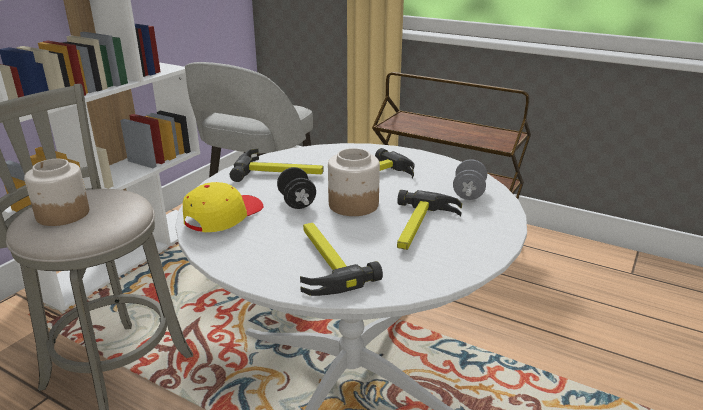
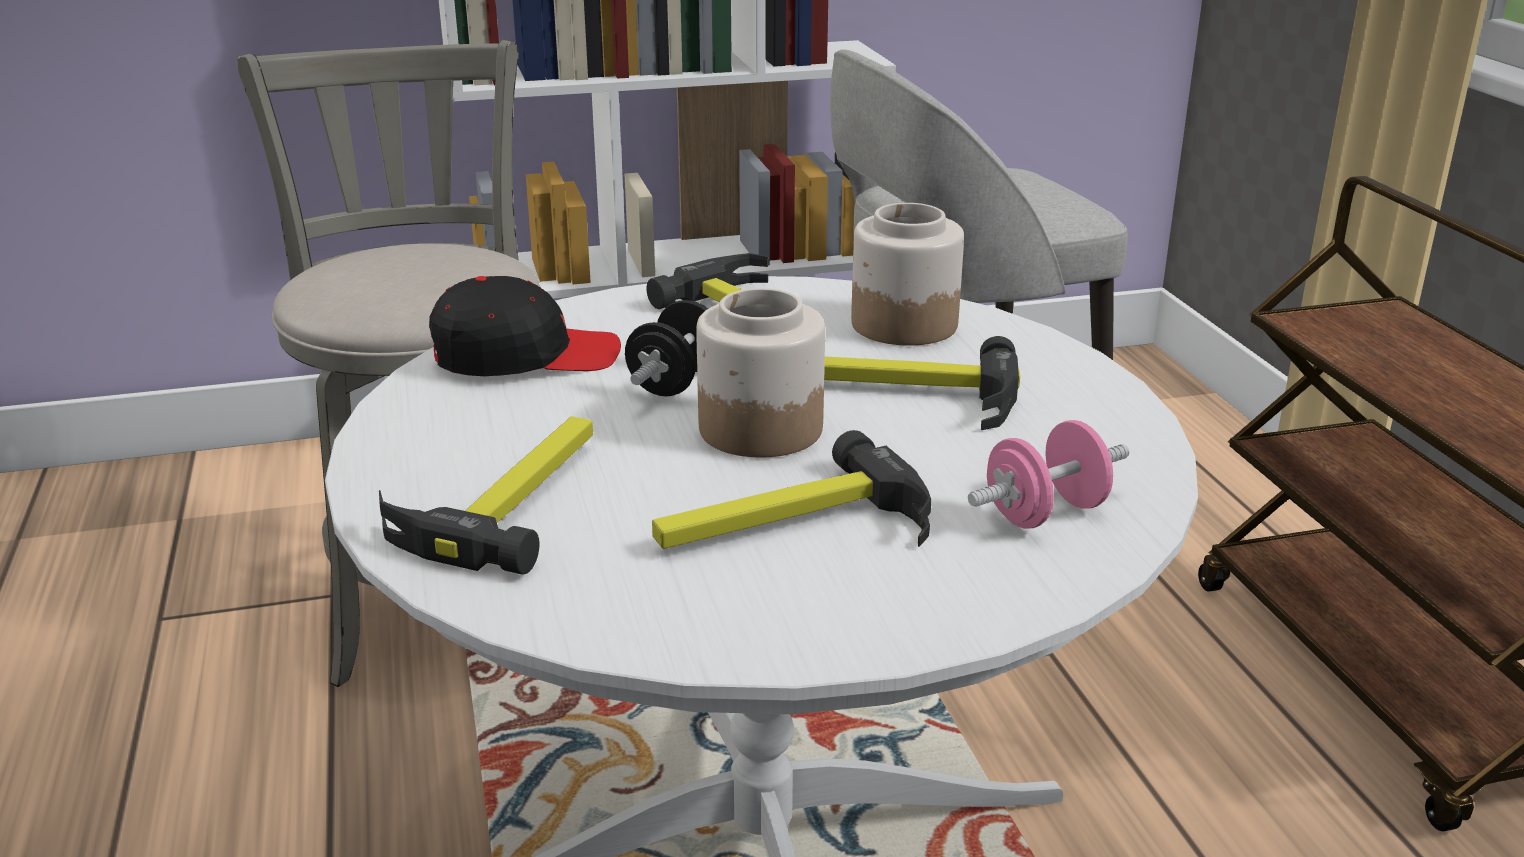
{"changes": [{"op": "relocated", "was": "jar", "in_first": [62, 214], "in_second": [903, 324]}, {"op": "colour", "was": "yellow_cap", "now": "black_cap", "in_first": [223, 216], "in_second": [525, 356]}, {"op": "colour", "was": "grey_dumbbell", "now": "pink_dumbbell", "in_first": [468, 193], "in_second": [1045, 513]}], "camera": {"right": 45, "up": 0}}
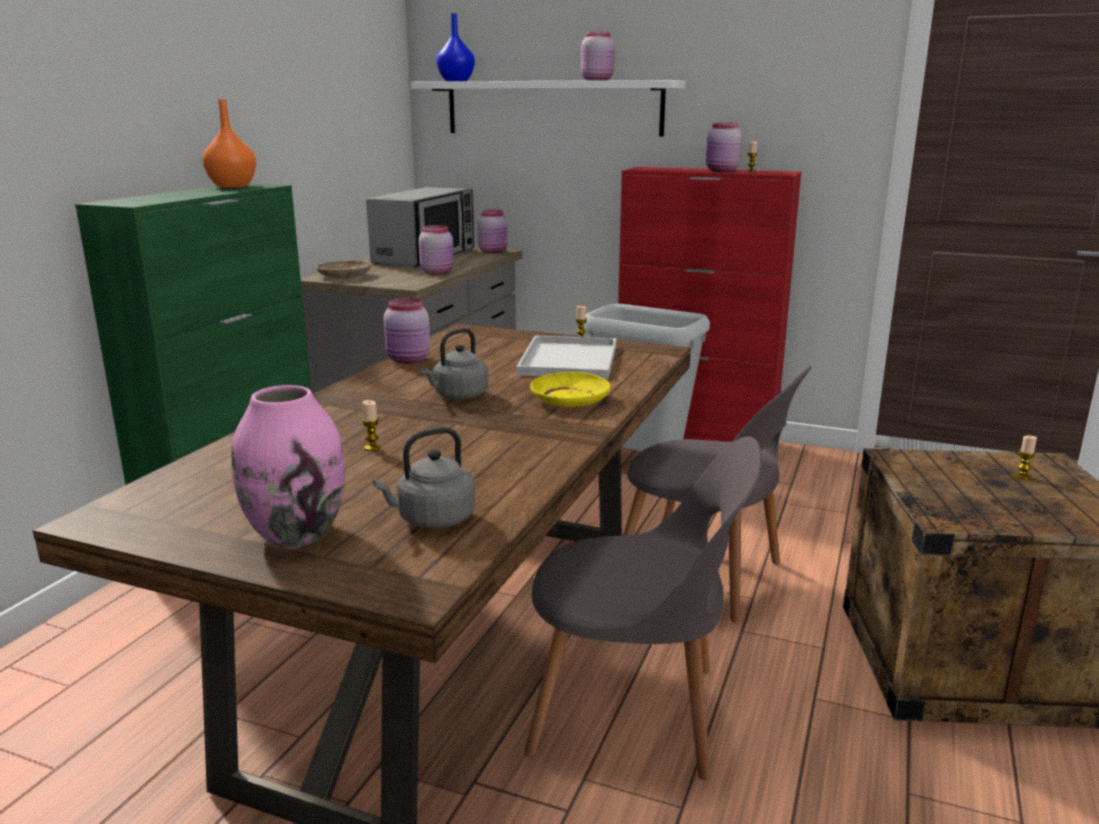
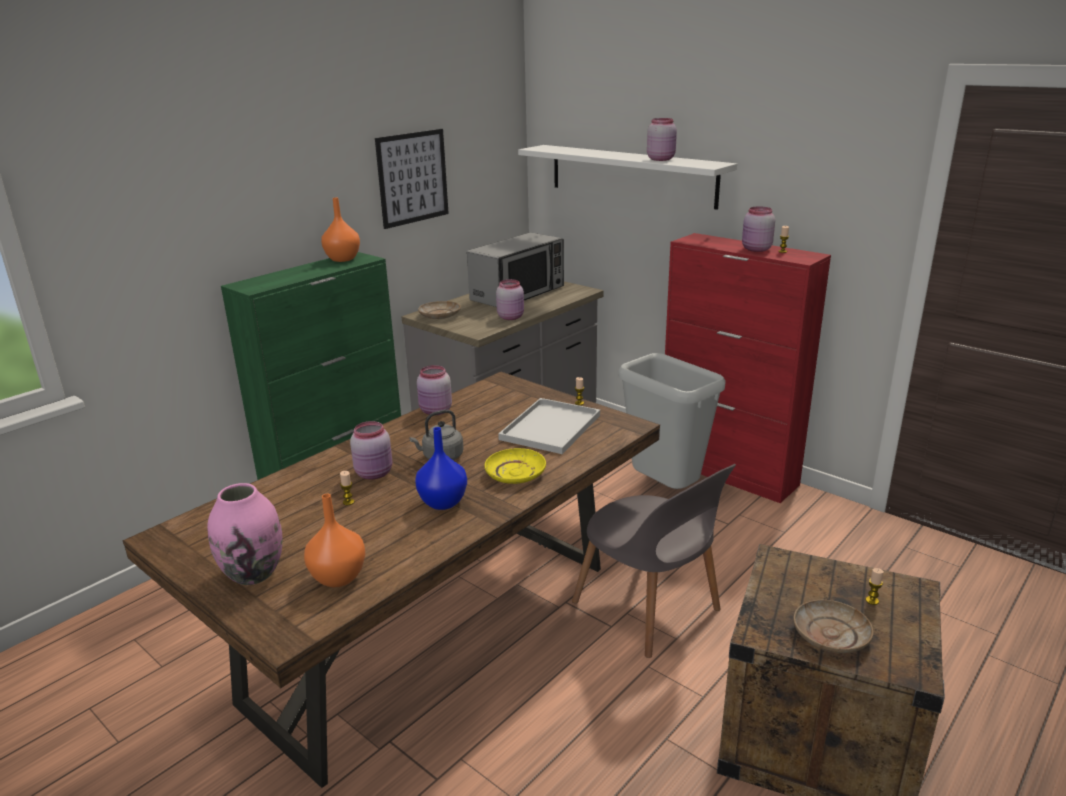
{"changes": [{"op": "exchanged", "was": "grey_kettle", "now": "orange_vase", "in_first": [432, 520], "in_second": [337, 578]}, {"op": "relocated", "was": "blue_vase", "in_first": [457, 81], "in_second": [444, 502]}, {"op": "relocated", "was": "pink_jar", "in_first": [493, 251], "in_second": [375, 473]}, {"op": "missing", "was": "grey_chair", "in_first": [634, 712]}, {"op": "appeared", "now": "picture", "in_second": [412, 178]}, {"op": "appeared", "now": "beige_plate", "in_second": [830, 635]}], "camera": {"right": 20, "up": 5}}
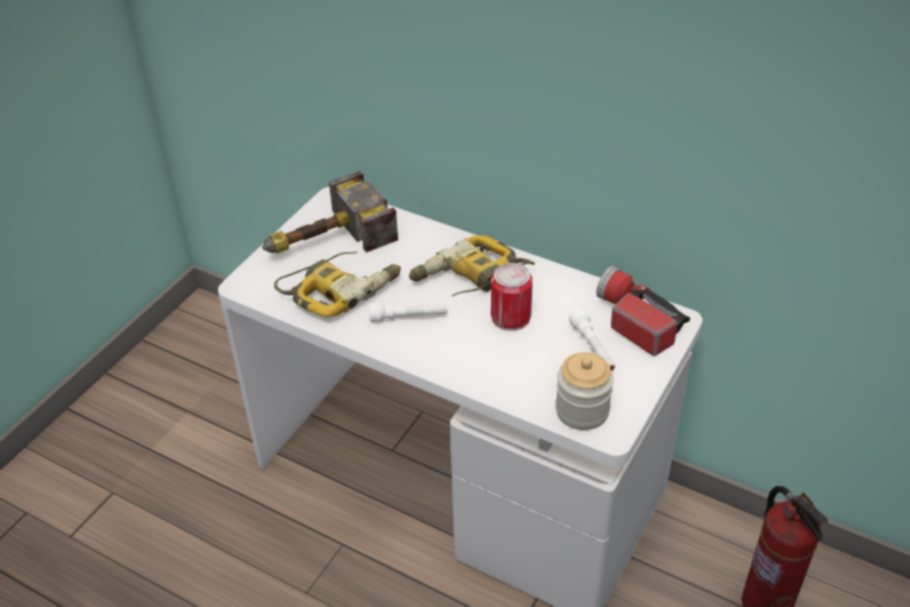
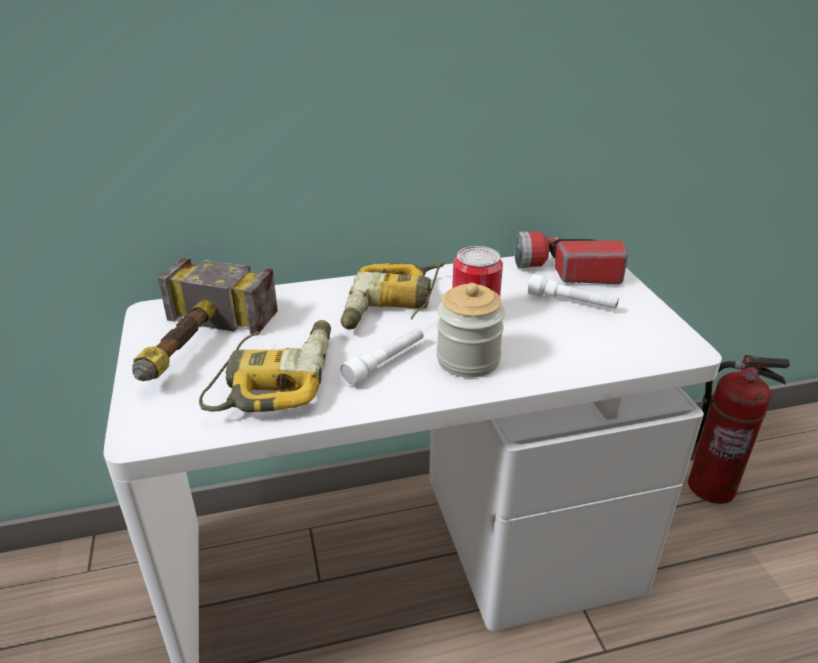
{"changes": [{"op": "relocated", "was": "jar", "in_first": [582, 410], "in_second": [468, 360]}], "camera": {"right": -45, "up": -10}}
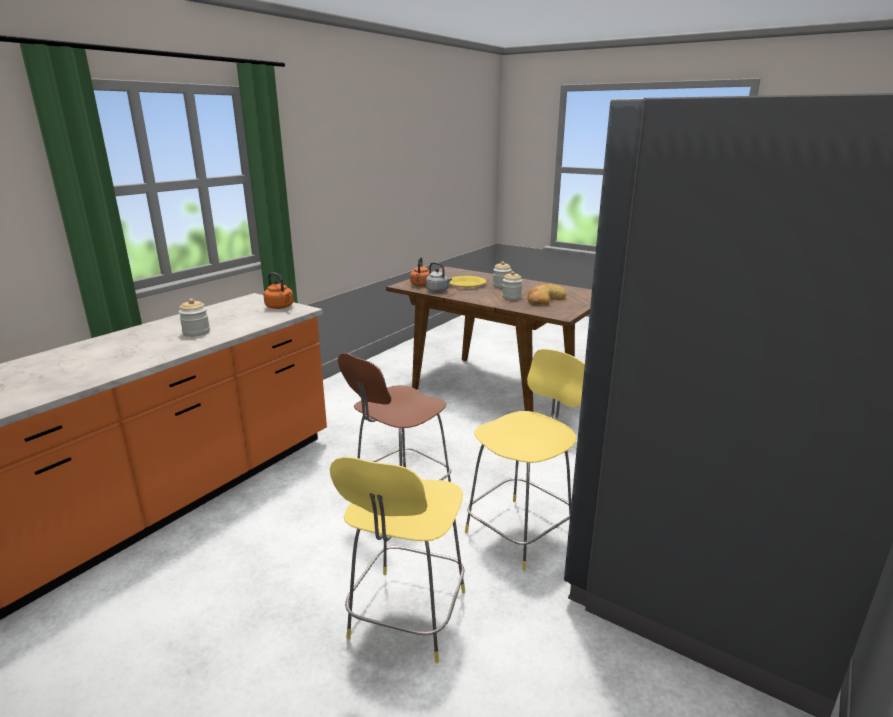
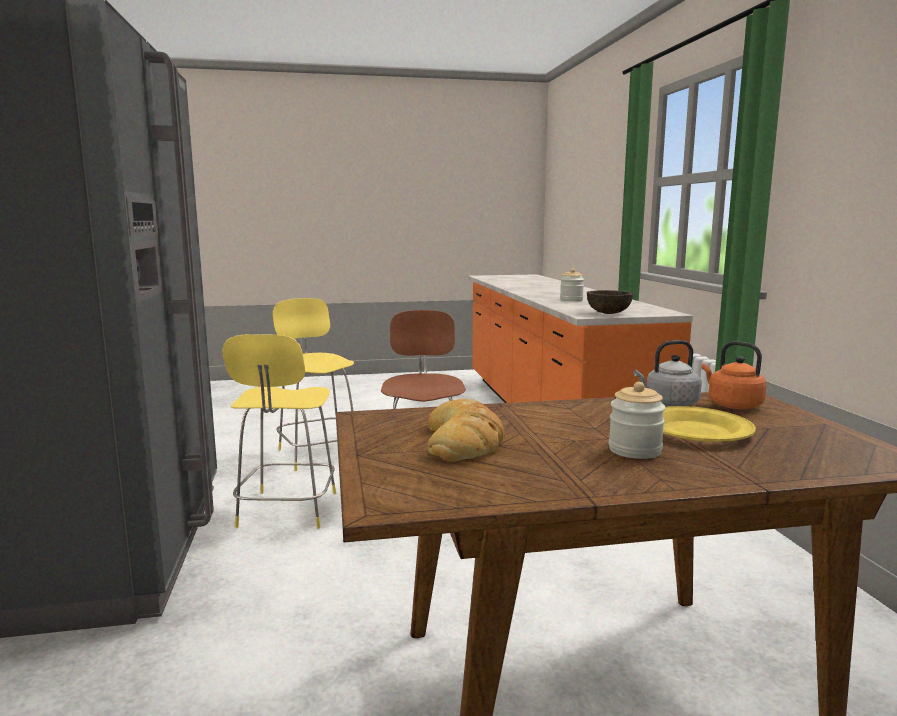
{"changes": [{"op": "exchanged", "was": "orange_kettle", "now": "brown_bowl", "in_first": [280, 307], "in_second": [608, 313]}, {"op": "missing", "was": "jar", "in_first": [511, 297]}], "camera": {"right": 135, "up": -10}}
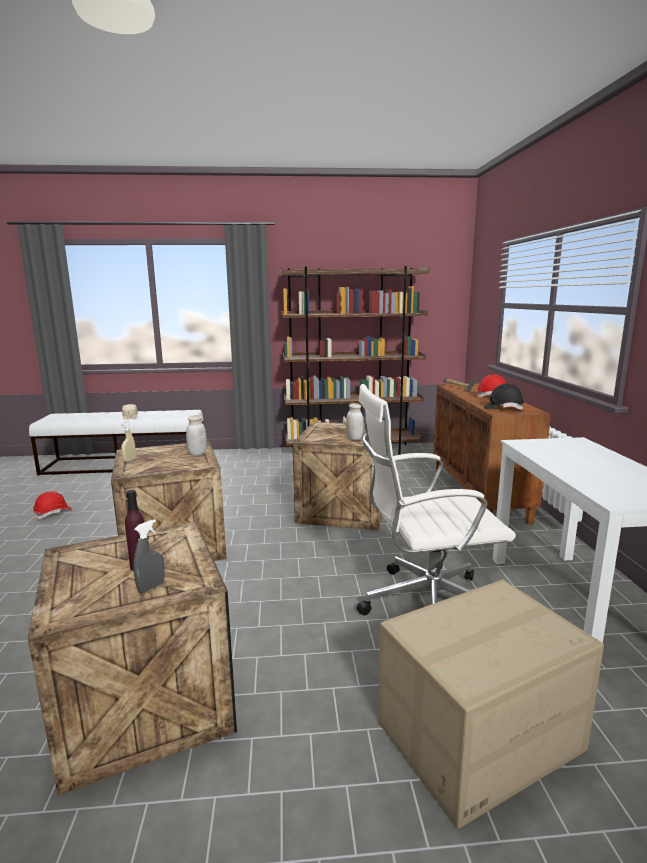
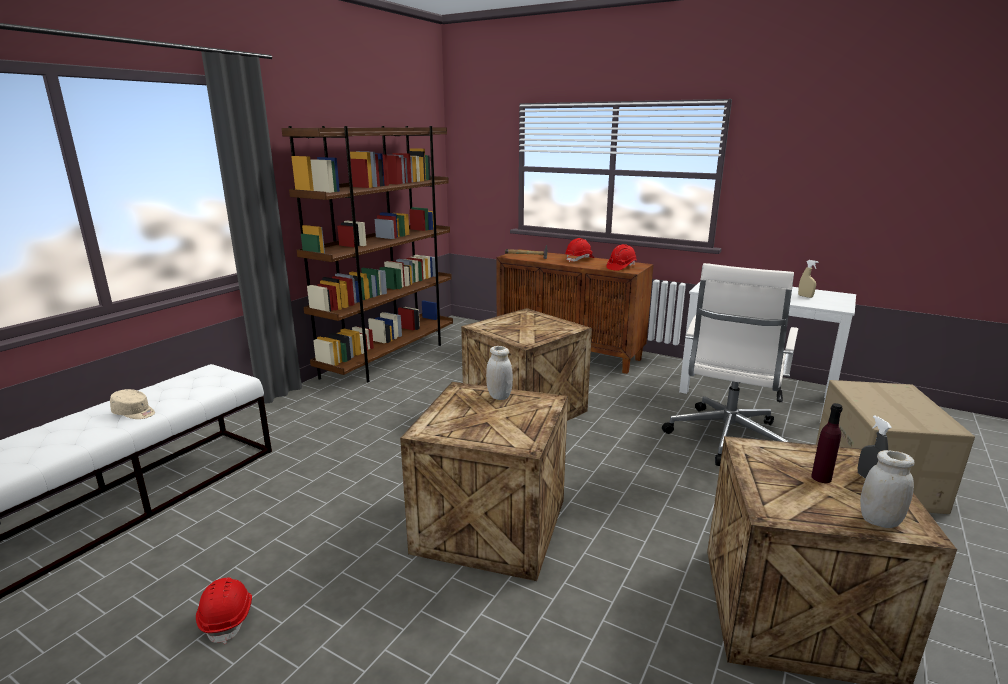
{"changes": [{"op": "relocated", "was": "beige_spray_bottle", "in_first": [129, 460], "in_second": [805, 296]}, {"op": "relocated", "was": "white_jar", "in_first": [354, 439], "in_second": [879, 521]}, {"op": "colour", "was": "black_hard_hat", "now": "red_hard_hat", "in_first": [503, 408], "in_second": [621, 267]}], "camera": {"right": -55, "up": 5}}
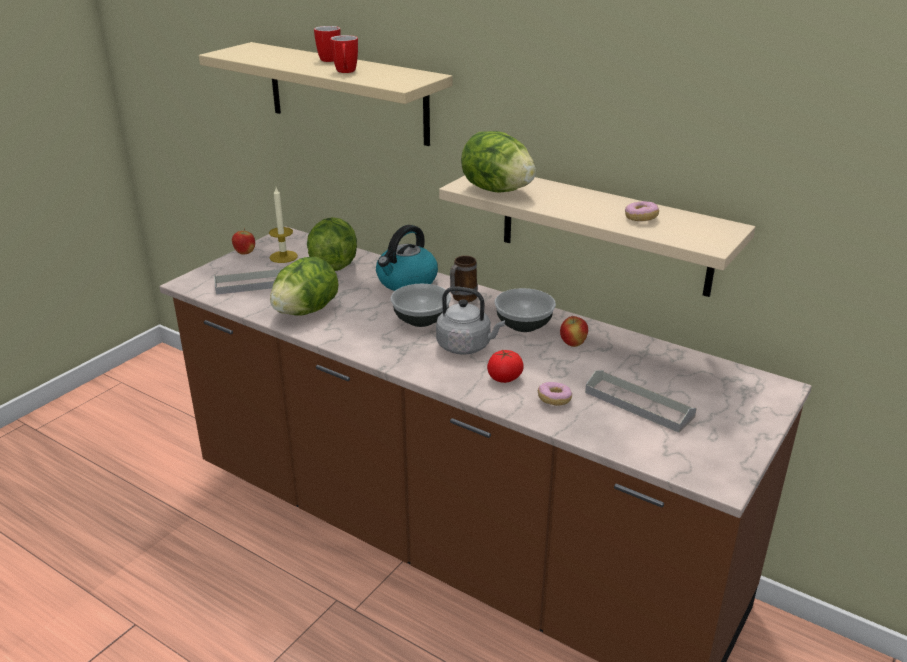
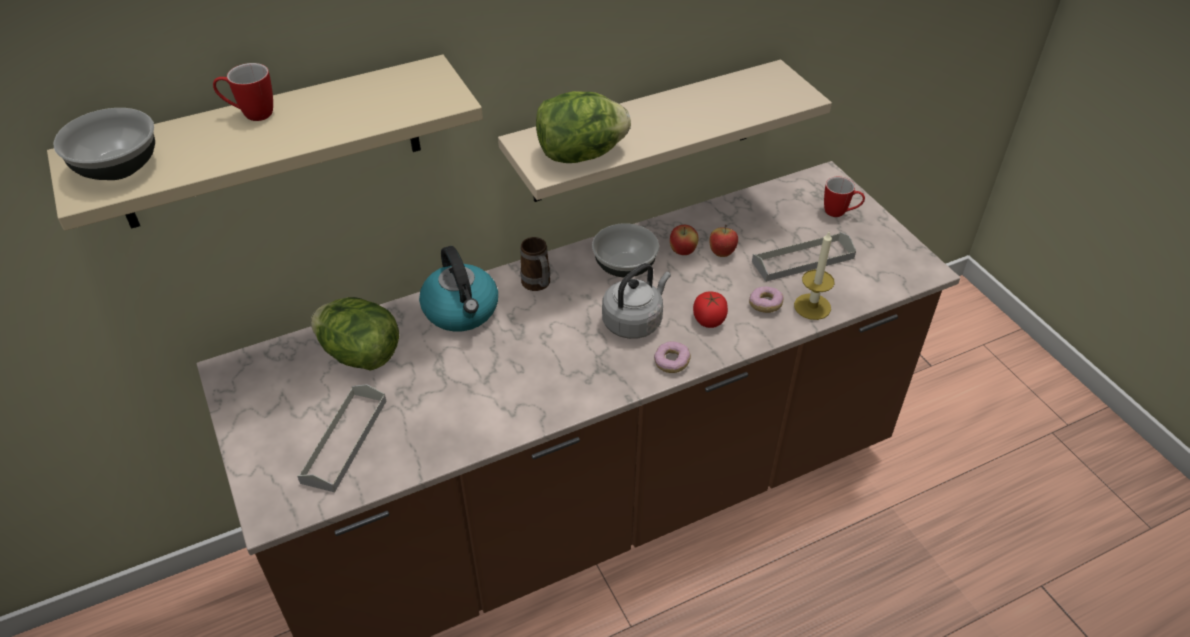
{"changes": [{"op": "relocated", "was": "apple", "in_first": [245, 253], "in_second": [722, 253]}, {"op": "relocated", "was": "candle", "in_first": [283, 257], "in_second": [812, 306]}, {"op": "missing", "was": "lettuce", "in_first": [306, 311]}, {"op": "relocated", "was": "mug", "in_first": [346, 72], "in_second": [840, 213]}, {"op": "relocated", "was": "bowl", "in_first": [420, 320], "in_second": [118, 168]}, {"op": "relocated", "was": "donut", "in_first": [641, 218], "in_second": [671, 362]}], "camera": {"right": -60, "up": 15}}
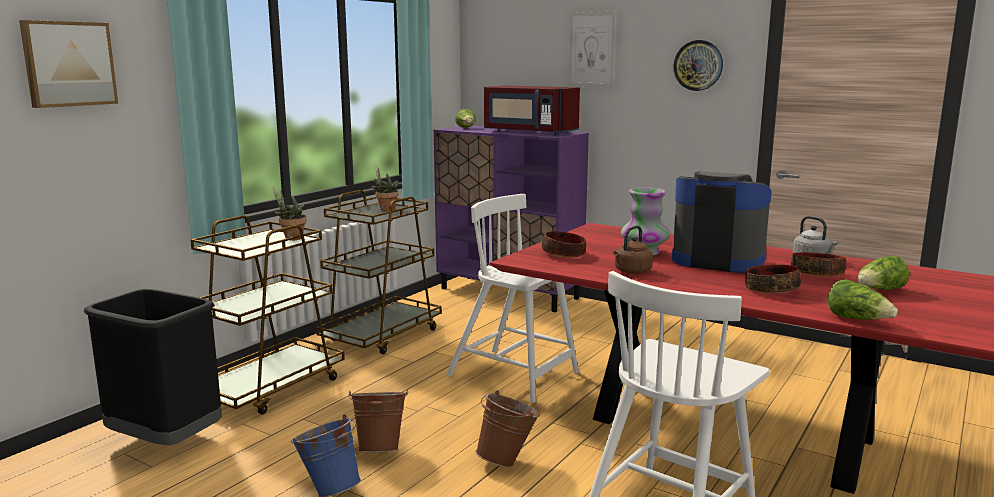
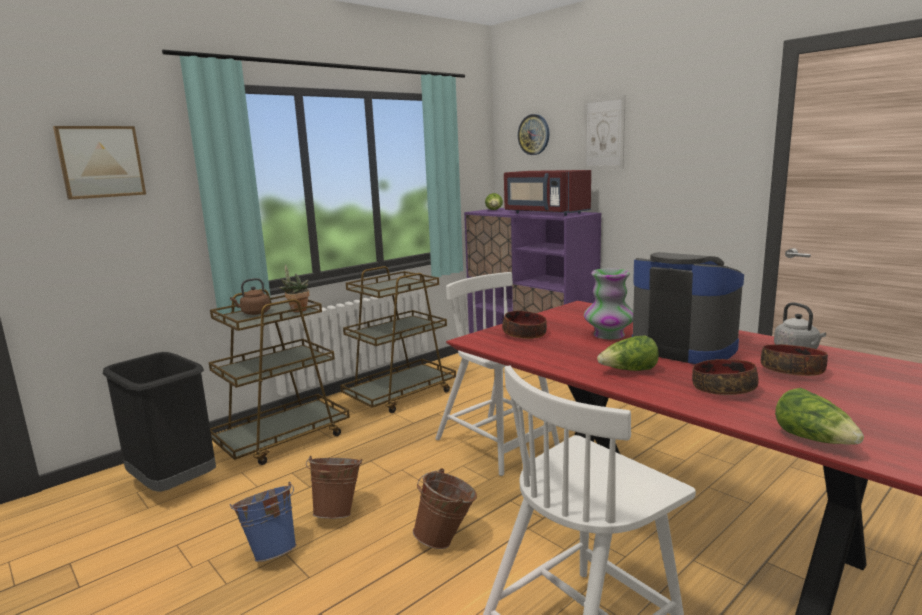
{"changes": [{"op": "missing", "was": "potted_plant", "in_first": [385, 209]}, {"op": "relocated", "was": "brown_kettle", "in_first": [631, 272], "in_second": [254, 313]}, {"op": "relocated", "was": "wall_clock", "in_first": [698, 65], "in_second": [534, 134]}, {"op": "relocated", "was": "lettuce", "in_first": [880, 290], "in_second": [629, 371]}], "camera": {"right": 15, "up": 0}}
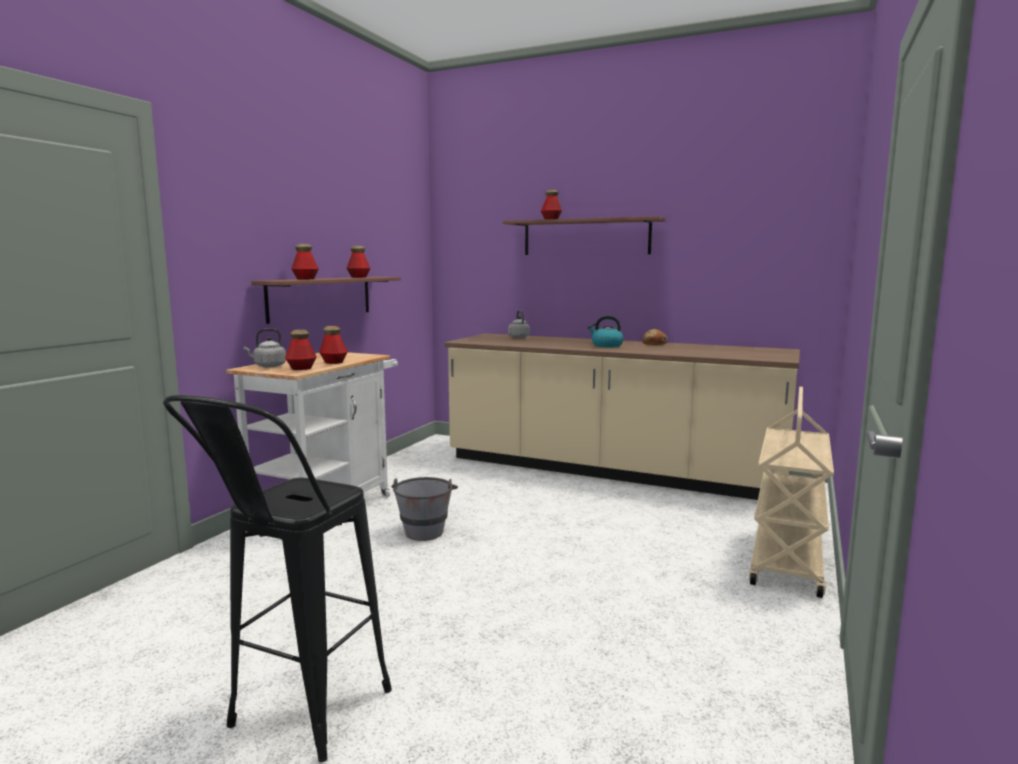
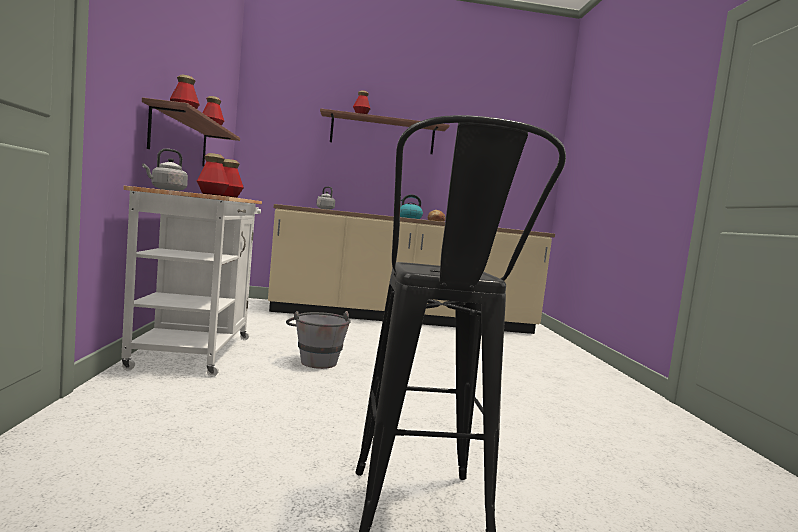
{"changes": [{"op": "missing", "was": "beige_cart", "in_first": [788, 560]}], "camera": {"right": -30, "up": -5}}
